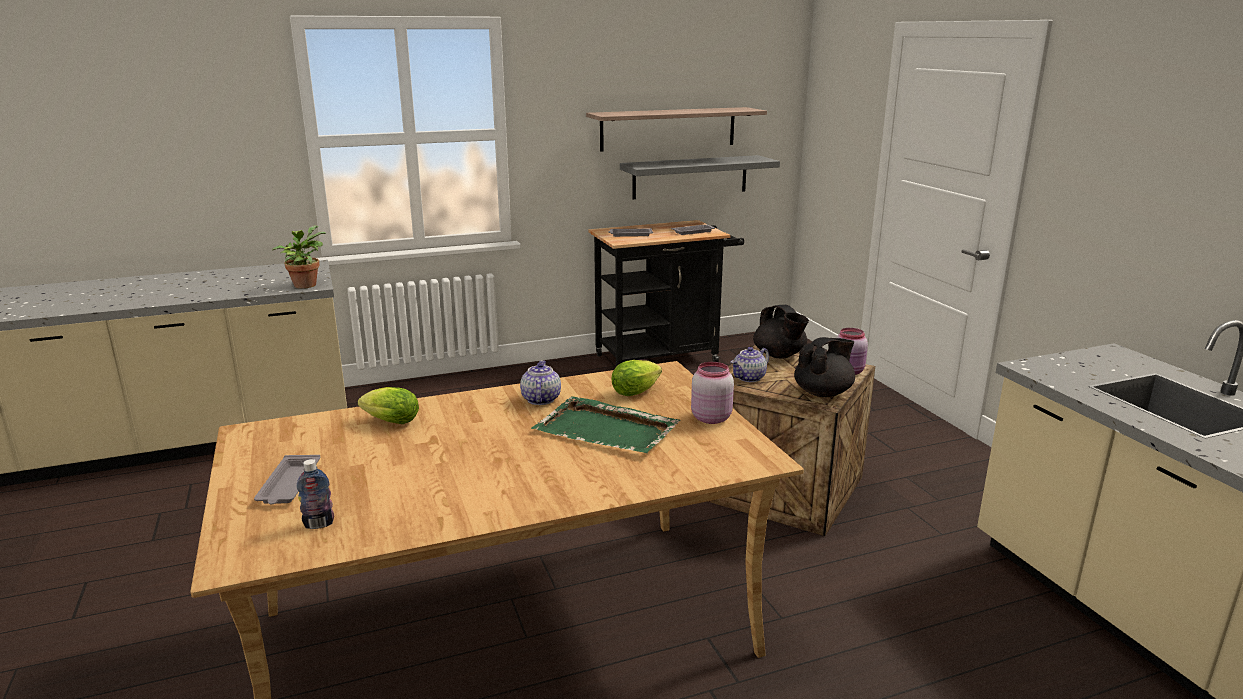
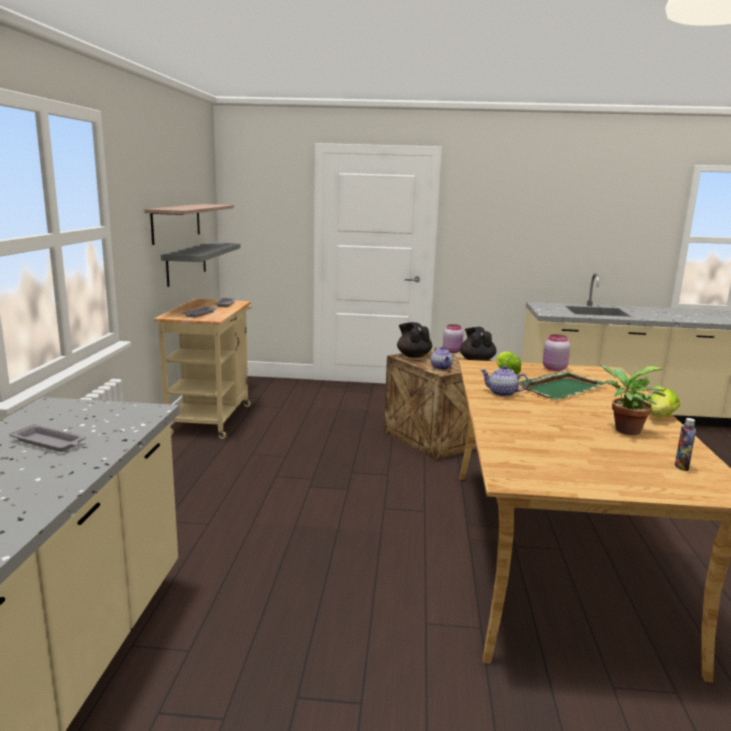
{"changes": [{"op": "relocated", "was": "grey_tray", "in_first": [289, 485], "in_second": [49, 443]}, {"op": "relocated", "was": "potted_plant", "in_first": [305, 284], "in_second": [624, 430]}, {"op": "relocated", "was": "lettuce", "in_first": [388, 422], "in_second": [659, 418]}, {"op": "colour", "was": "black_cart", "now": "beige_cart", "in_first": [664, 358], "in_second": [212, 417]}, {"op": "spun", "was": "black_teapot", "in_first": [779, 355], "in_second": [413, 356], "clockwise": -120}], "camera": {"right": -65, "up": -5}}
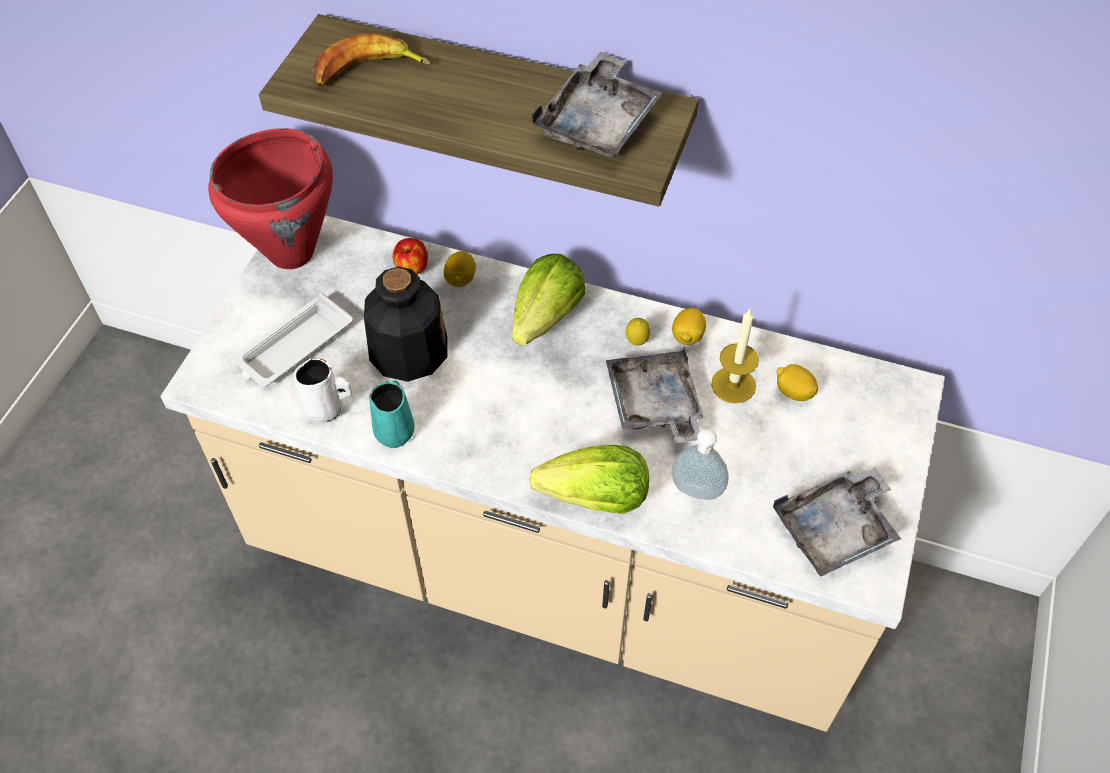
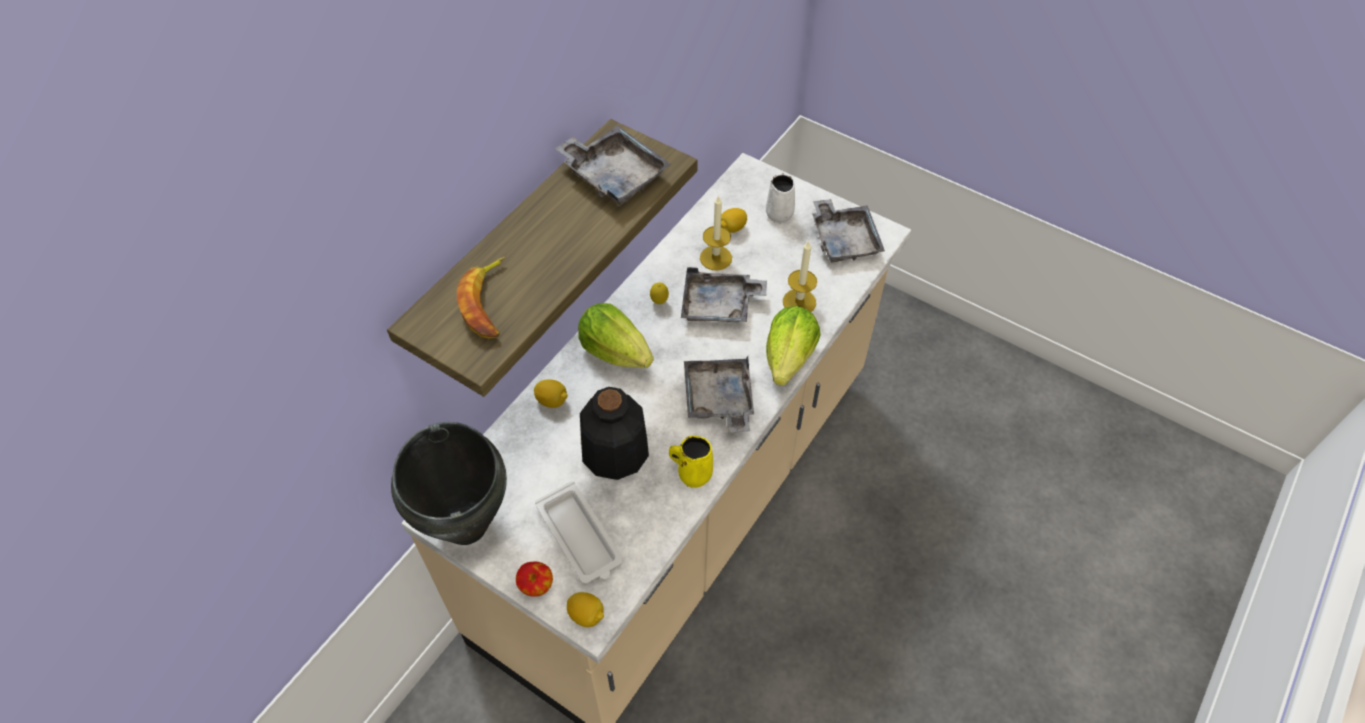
{"changes": [{"op": "colour", "was": "red_cooking_pot", "now": "black_cooking_pot", "in_first": [292, 253], "in_second": [467, 525]}, {"op": "relocated", "was": "white_mug", "in_first": [326, 409], "in_second": [779, 213]}, {"op": "colour", "was": "turquoise_mug", "now": "yellow_mug", "in_first": [395, 430], "in_second": [692, 473]}, {"op": "relocated", "was": "apple", "in_first": [412, 268], "in_second": [536, 586]}, {"op": "exchanged", "was": "soap_dispenser", "now": "candle", "in_first": [695, 493], "in_second": [799, 302]}, {"op": "relocated", "was": "lemon", "in_first": [687, 336], "in_second": [586, 615]}, {"op": "appeared", "now": "grey_tray", "in_second": [719, 400]}], "camera": {"right": -75, "up": 0}}
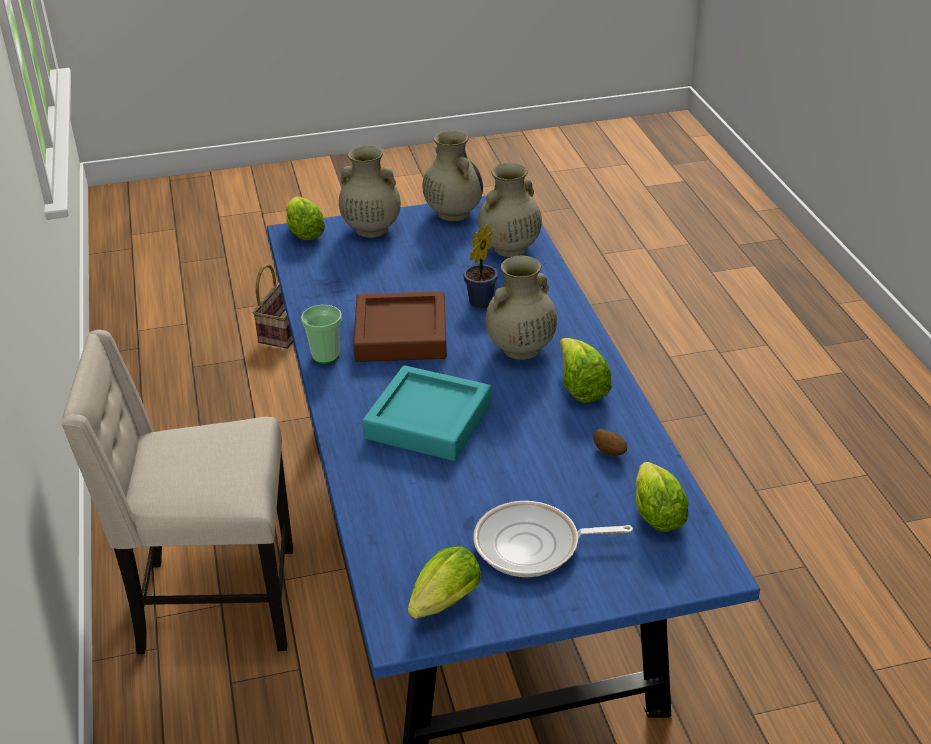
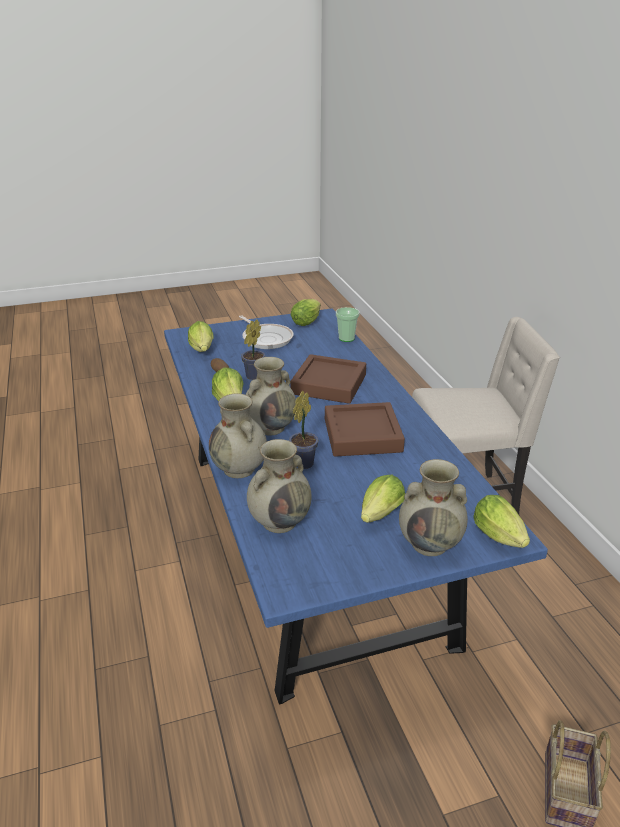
{"changes": [{"op": "relocated", "was": "cup", "in_first": [325, 356], "in_second": [346, 338]}, {"op": "colour", "was": "turquoise_tray", "now": "brown_tray", "in_first": [428, 421], "in_second": [329, 384]}, {"op": "relocated", "was": "beige_vase", "in_first": [453, 213], "in_second": [240, 469]}, {"op": "spun", "was": "frying_pan", "in_first": [533, 546], "in_second": [266, 338], "clockwise": 60}, {"op": "appeared", "now": "potted_plant", "in_second": [252, 377]}, {"op": "appeared", "now": "lettuce", "in_second": [379, 516]}], "camera": {"right": 175, "up": -5}}
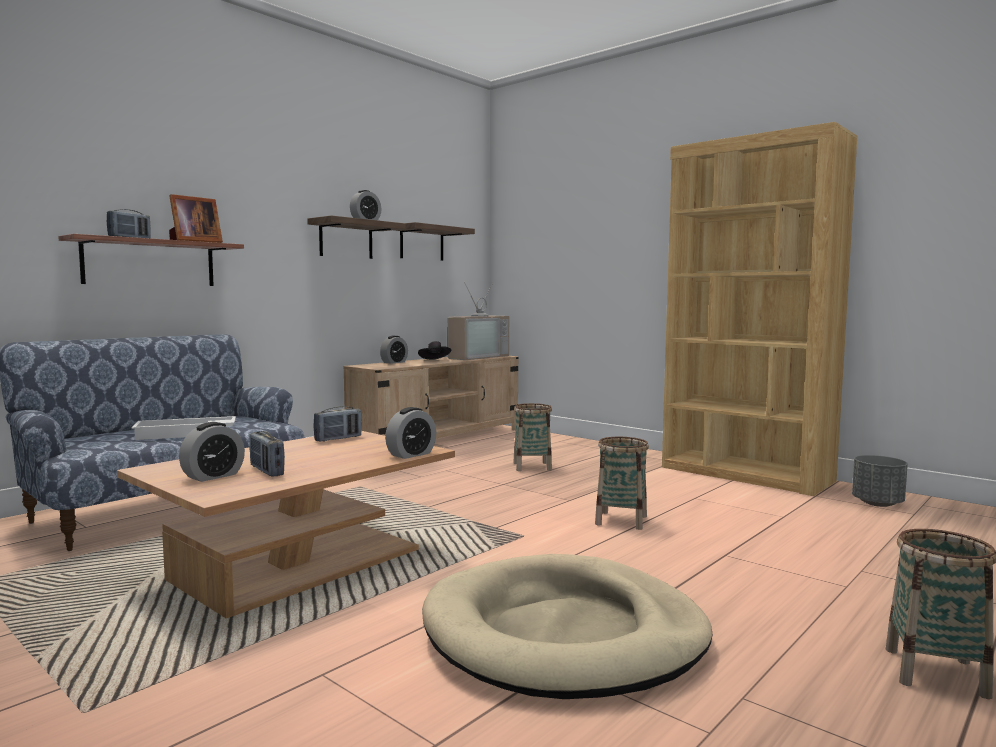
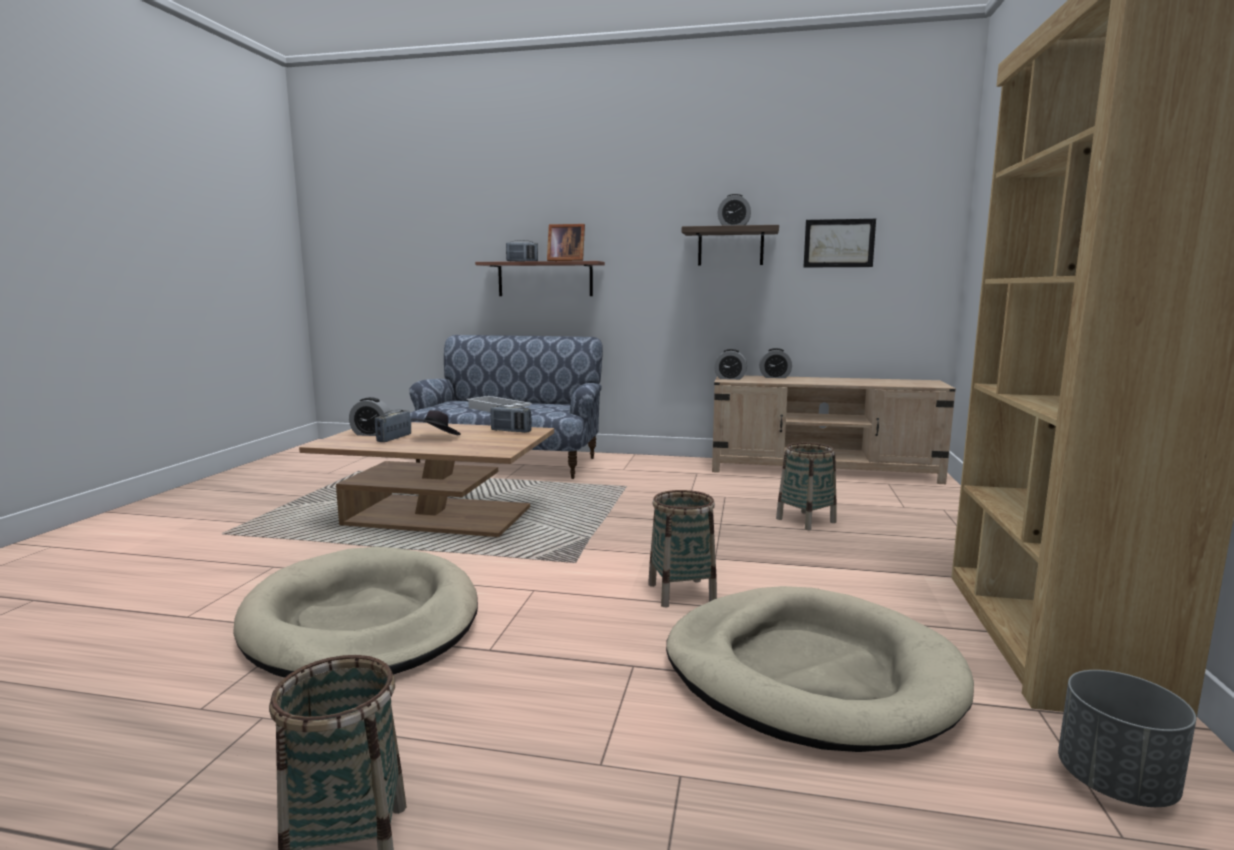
{"changes": [{"op": "relocated", "was": "alarm_clock", "in_first": [411, 454], "in_second": [730, 378]}, {"op": "exchanged", "was": "shelf", "now": "picture", "in_first": [422, 243], "in_second": [839, 243]}, {"op": "relocated", "was": "black_hat", "in_first": [435, 361], "in_second": [437, 438]}, {"op": "missing", "was": "television", "in_first": [476, 357]}, {"op": "appeared", "now": "beige_dog_bed", "in_second": [809, 673]}], "camera": {"right": 60, "up": 5}}
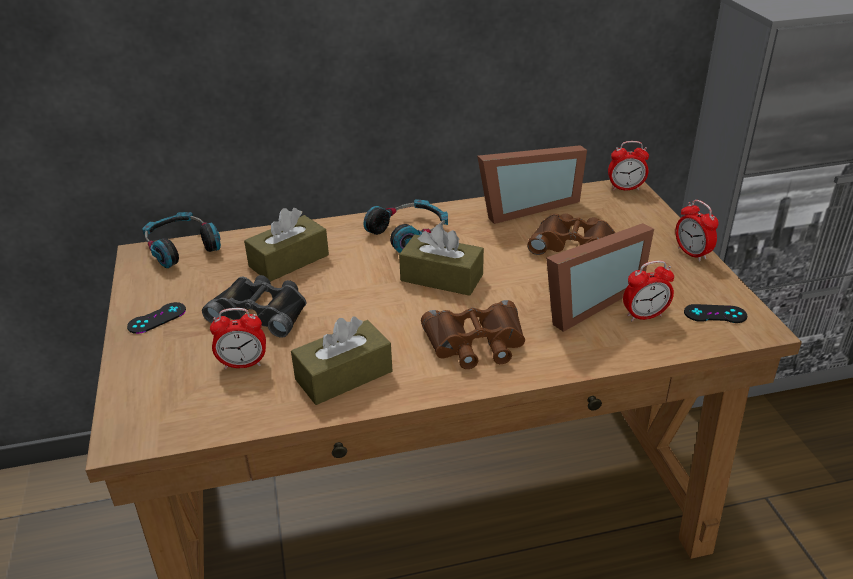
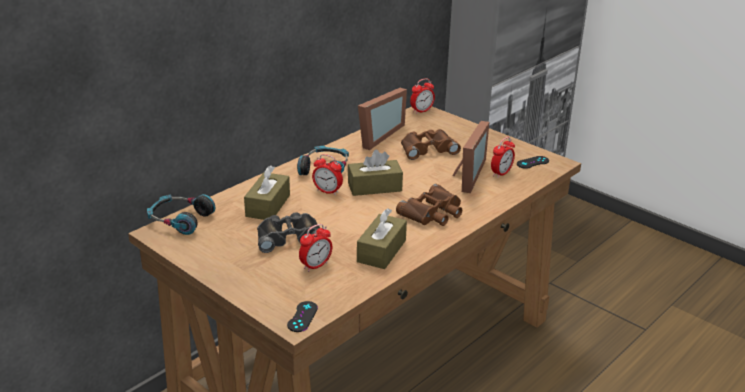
{"changes": [{"op": "relocated", "was": "black_game_controller", "in_first": [157, 318], "in_second": [302, 317]}, {"op": "relocated", "was": "alarm_clock", "in_first": [692, 253], "in_second": [327, 191]}], "camera": {"right": -35, "up": -5}}
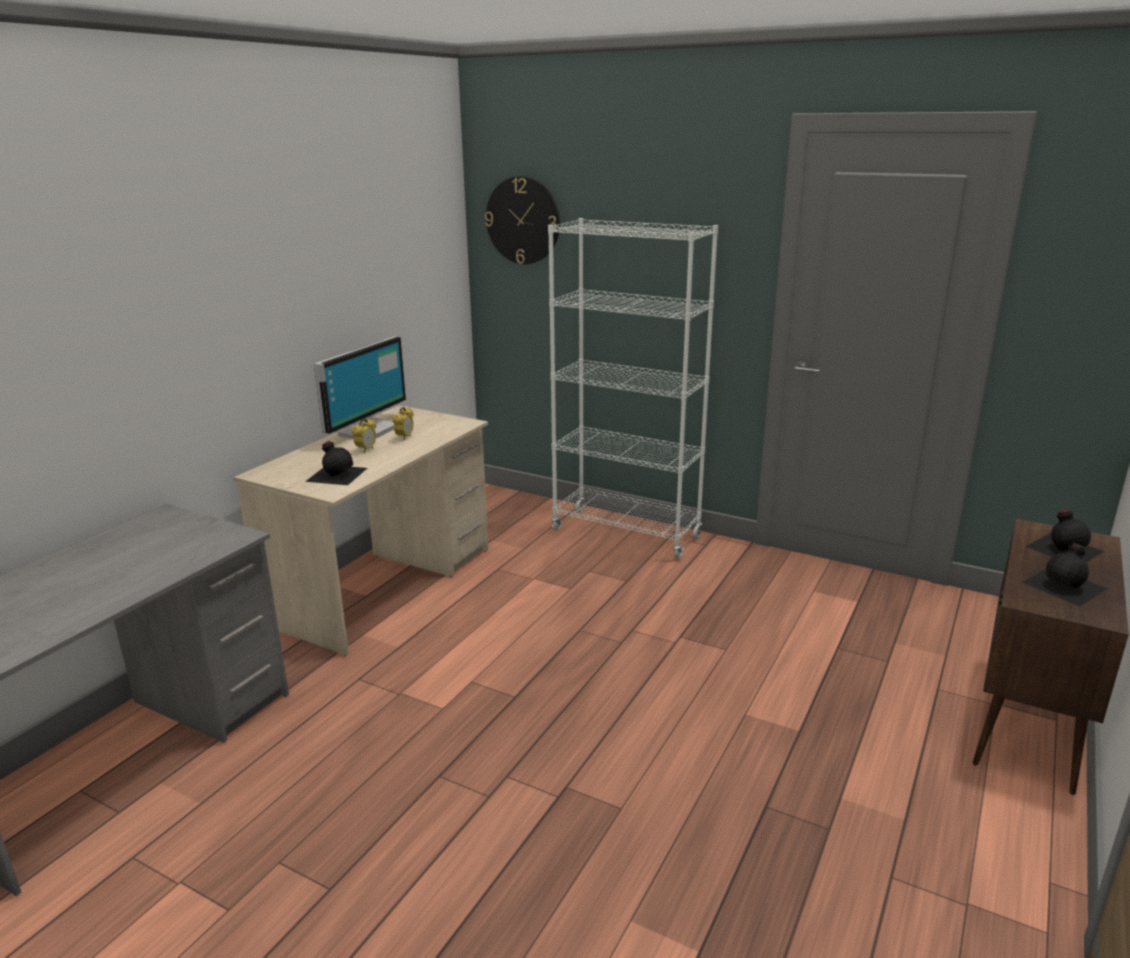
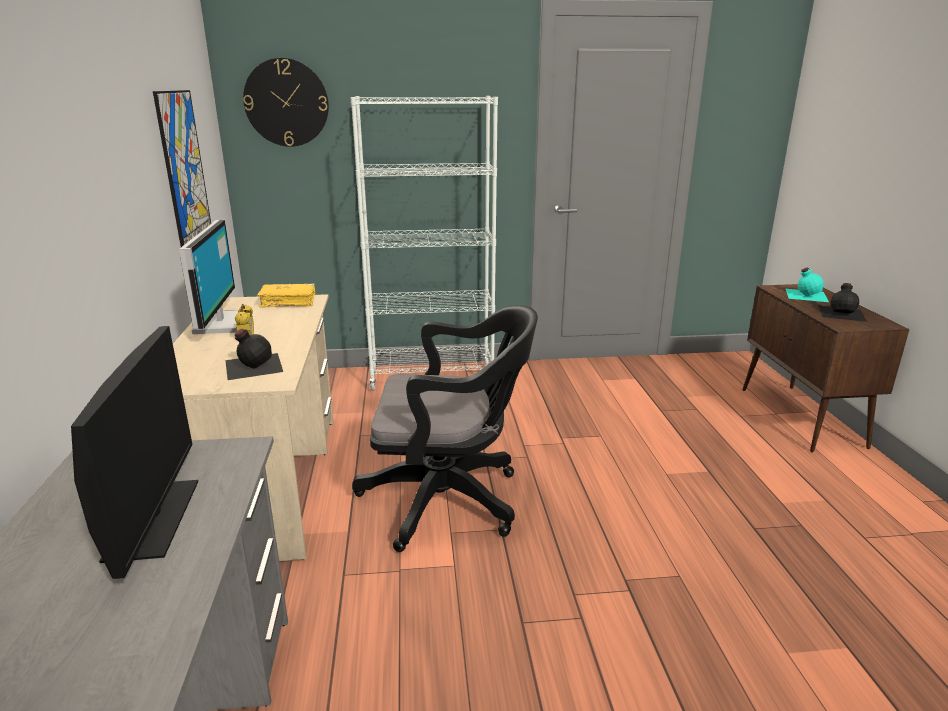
{"changes": [{"op": "missing", "was": "alarm_clock", "in_first": [404, 437]}, {"op": "colour", "was": "black_bottle", "now": "turquoise_bottle", "in_first": [1064, 548], "in_second": [805, 294]}, {"op": "appeared", "now": "monitor", "in_second": [153, 518]}, {"op": "appeared", "now": "picture", "in_second": [184, 168]}, {"op": "appeared", "now": "yellow_book", "in_second": [288, 301]}, {"op": "appeared", "now": "black_office_chair", "in_second": [450, 500]}], "camera": {"right": -35, "up": 0}}
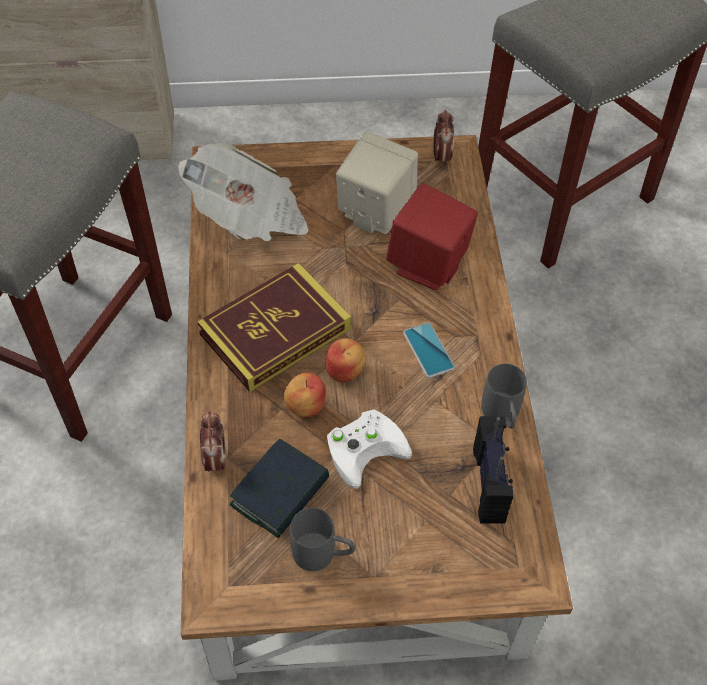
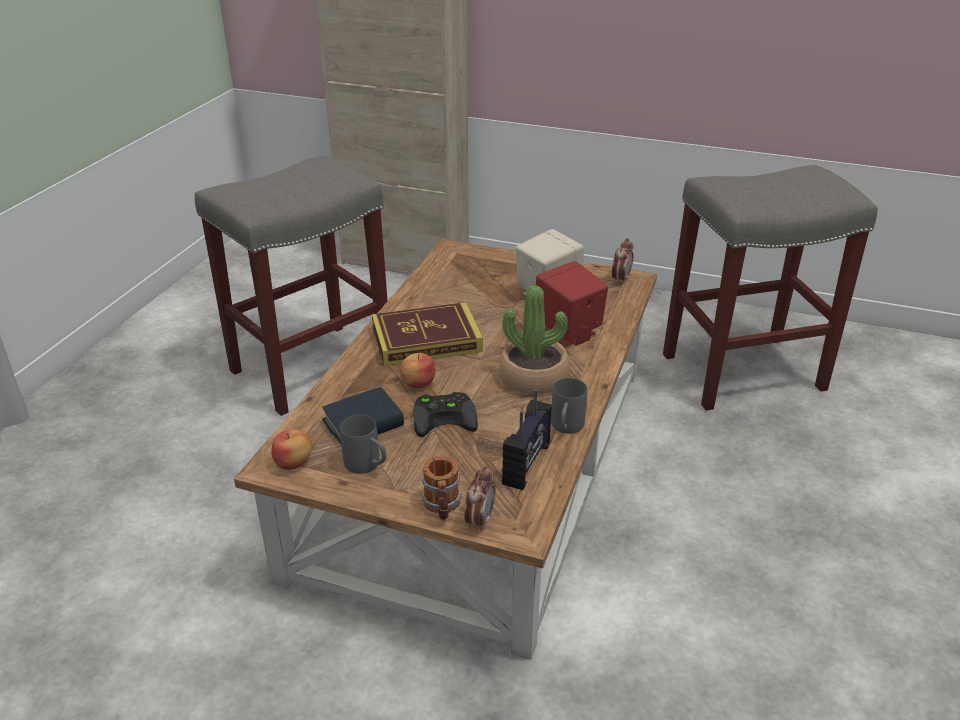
{"changes": [{"op": "missing", "was": "newspaper", "in_first": [249, 217]}, {"op": "relocated", "was": "alarm_clock", "in_first": [215, 459], "in_second": [479, 520]}, {"op": "relocated", "was": "apple", "in_first": [345, 371], "in_second": [294, 463]}, {"op": "colour", "was": "white_game_controller", "now": "black_game_controller", "in_first": [366, 446], "in_second": [446, 416]}, {"op": "exchanged", "was": "phone", "now": "potted_plant", "in_first": [428, 350], "in_second": [534, 377]}, {"op": "appeared", "now": "mug", "in_second": [442, 507]}], "camera": {"right": 25, "up": -20}}
